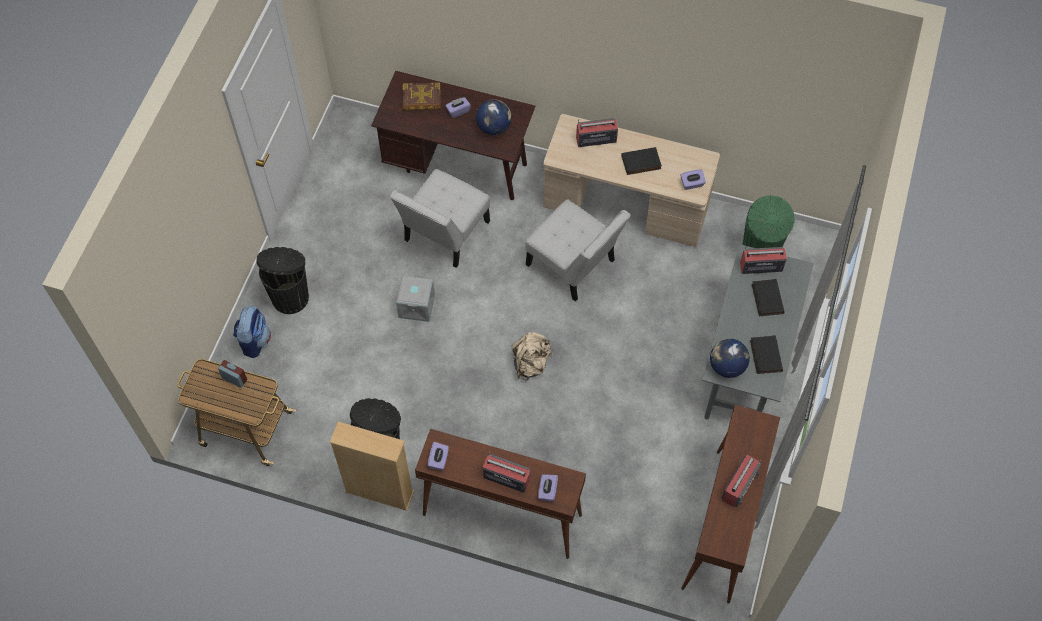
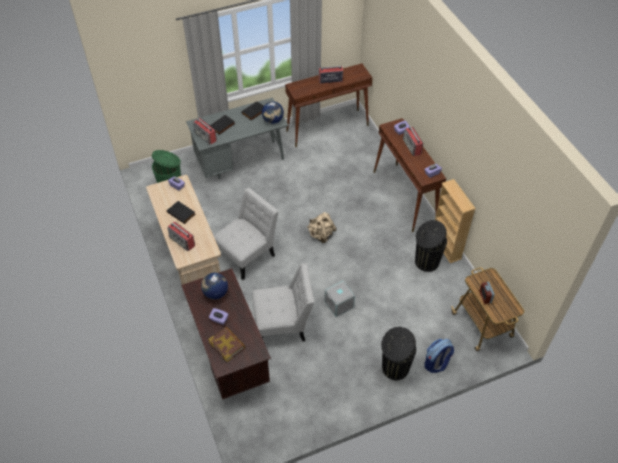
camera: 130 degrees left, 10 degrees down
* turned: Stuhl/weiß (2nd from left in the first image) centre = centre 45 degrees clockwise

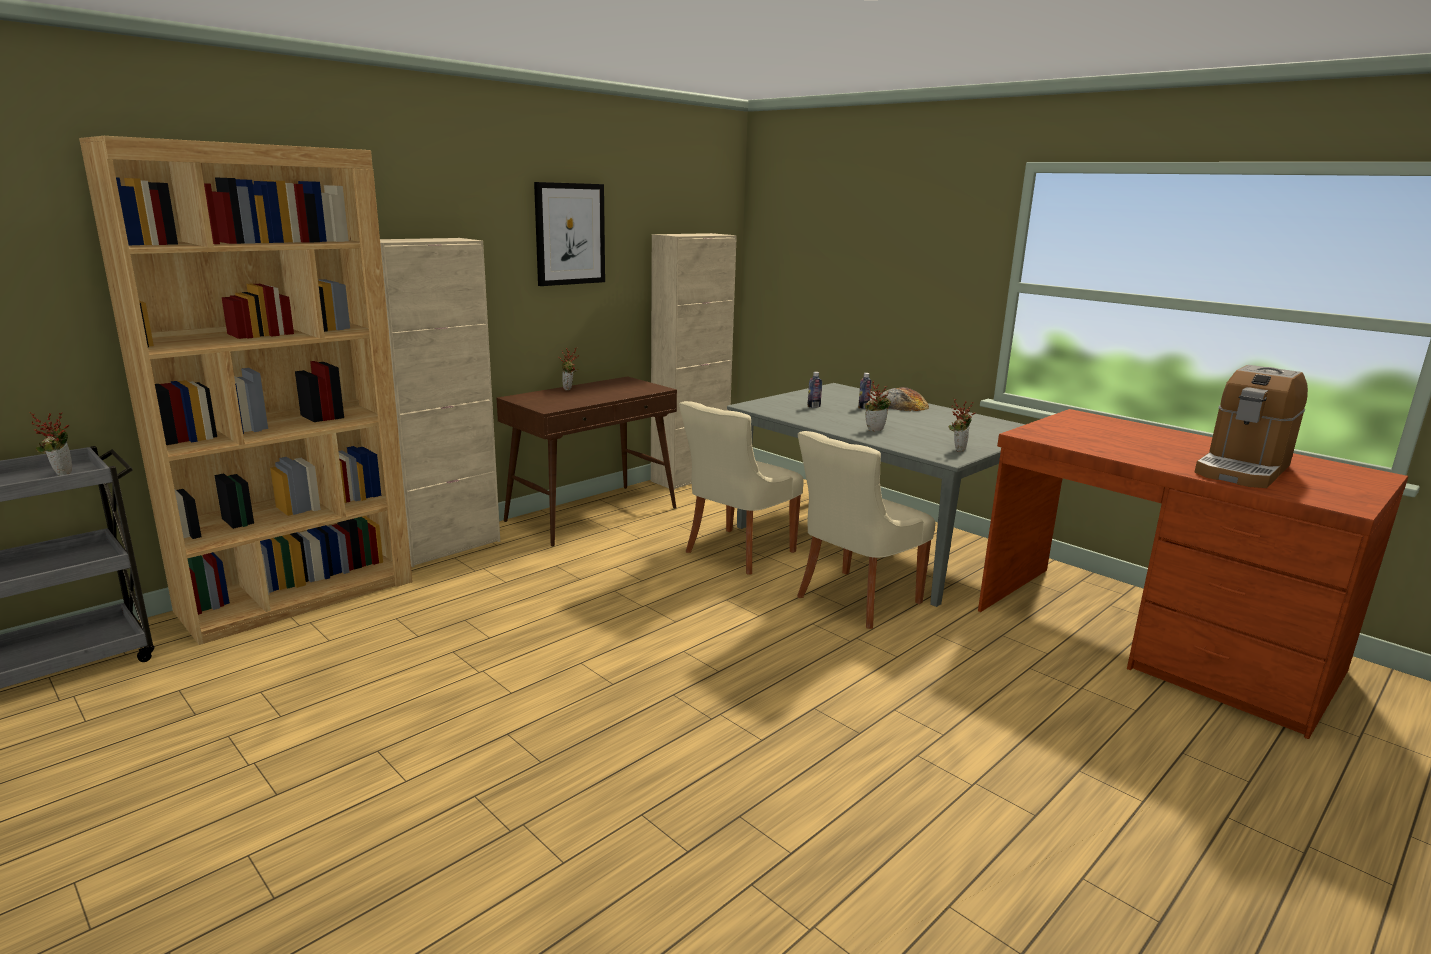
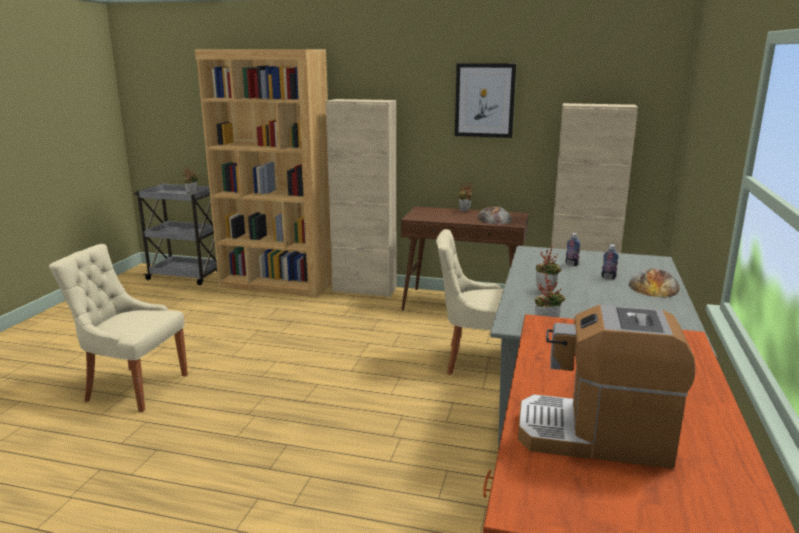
camera: 60 degrees right, 0 degrees up
* moved: Stuhl/beige (2nd from left in the first image) centre to Stuhl/beige (1st from left) middle left
* added: Brot (1st from left) centre

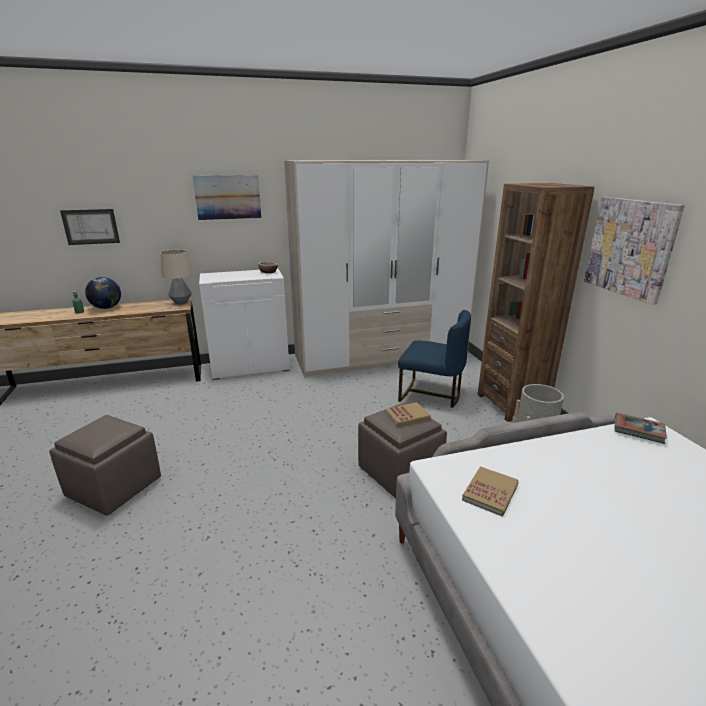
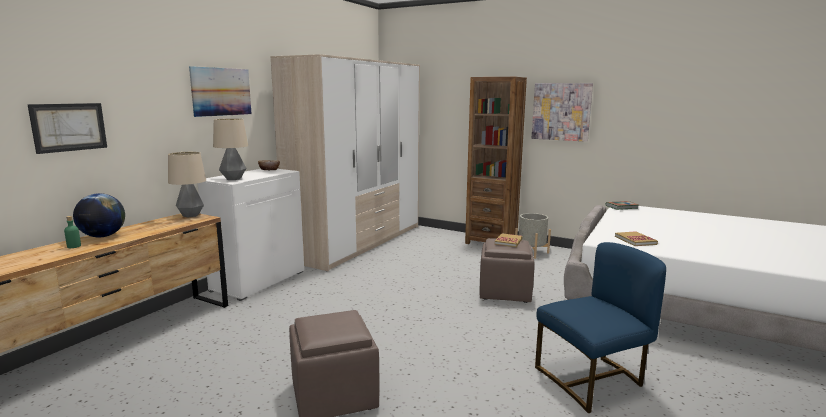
camera: 45 degrees left, 10 degrees down
* added: Tischlampe (2nd from left) middle left
* moved: Stuhl/blau centre to bottom right

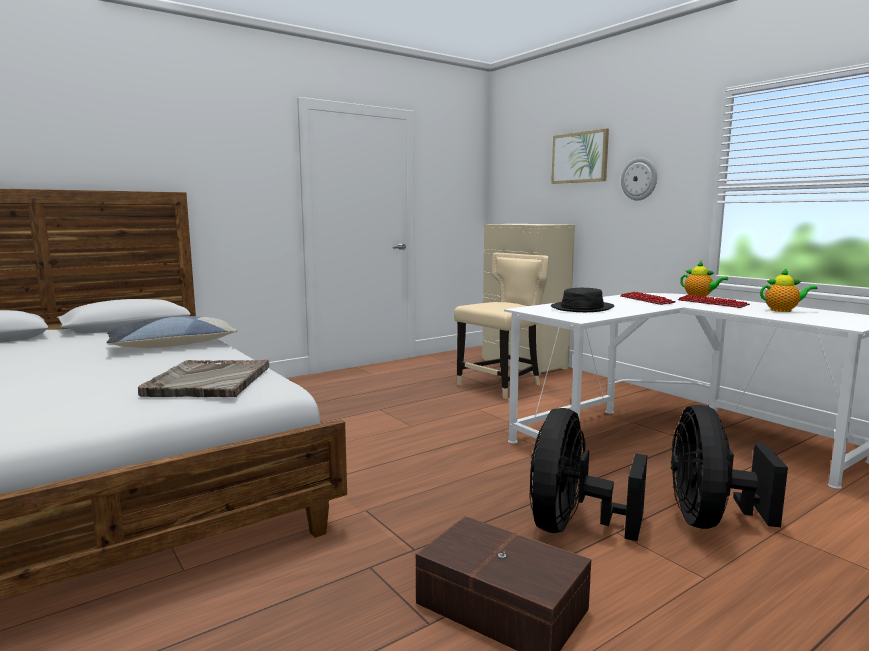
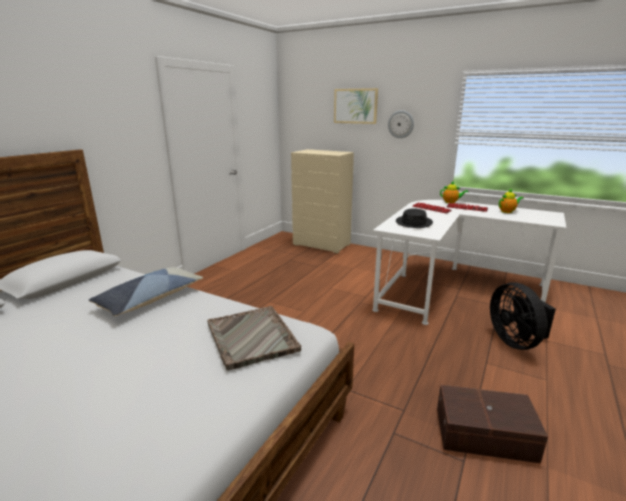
camera: 25 degrees left, 10 degrees up
* removed: Stuhl/beige centre
* removed: Ventilator/schwarz (1st from left) bottom right

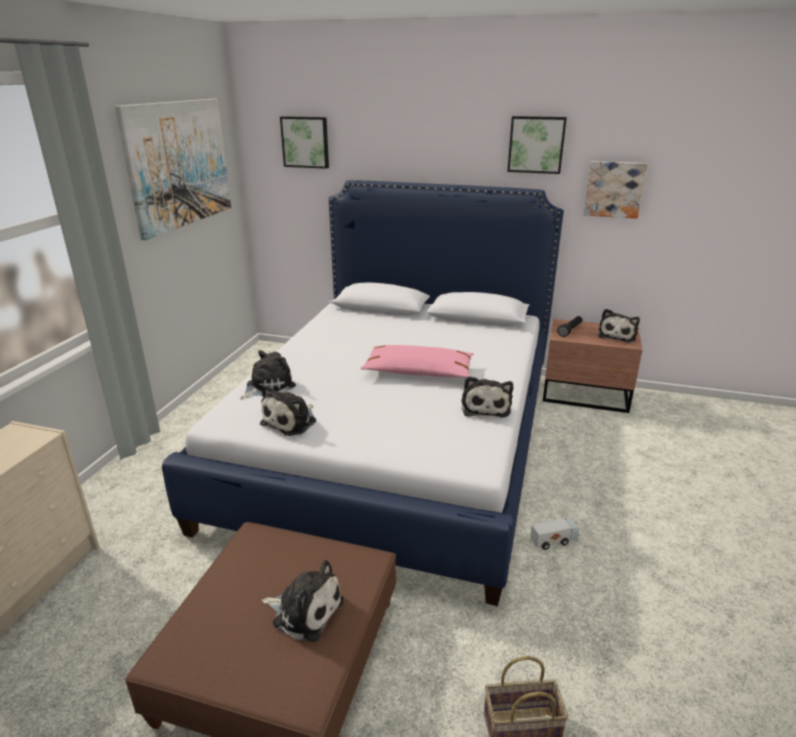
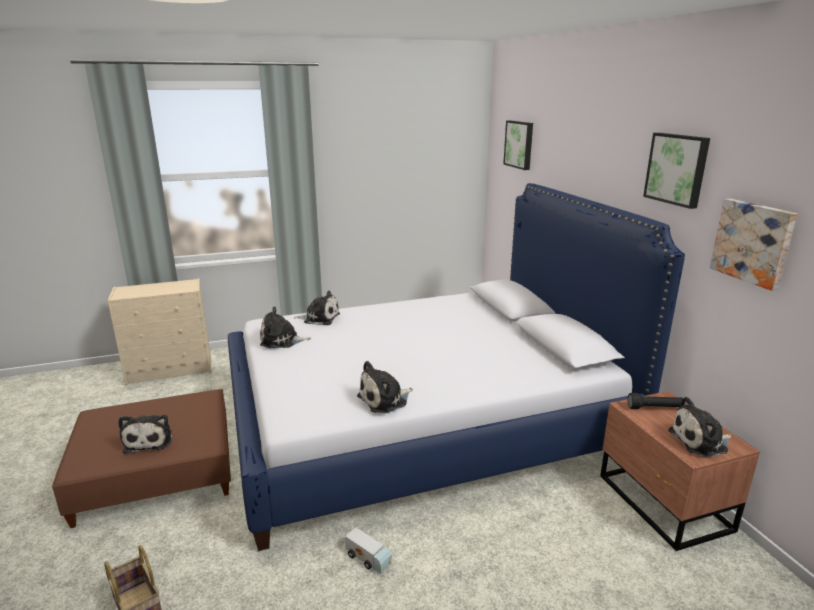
camera: 55 degrees right, 5 degrees down
* removed: Bild (1st from left) top left
* removed: Kissen/rosa centre

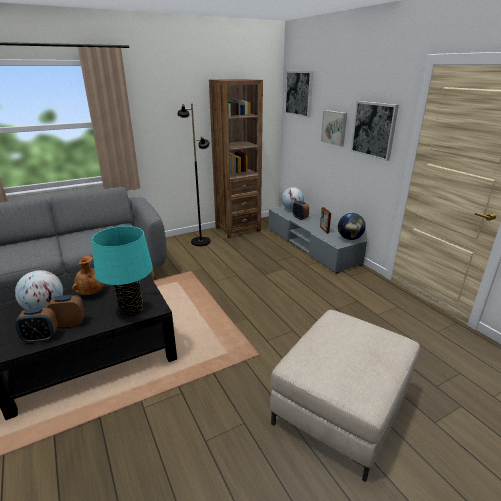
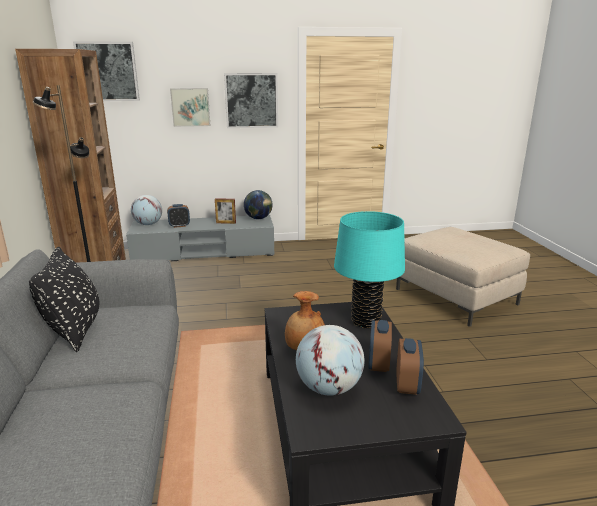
camera: 70 degrees left, 5 degrees down
* added: Kissen/schwarz middle left

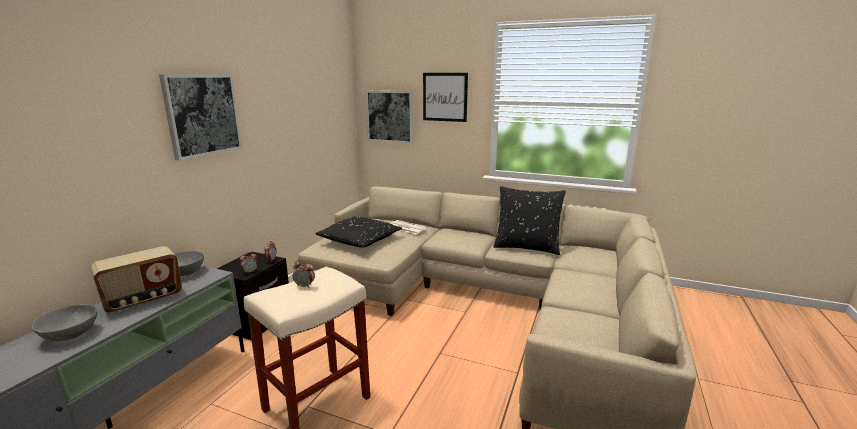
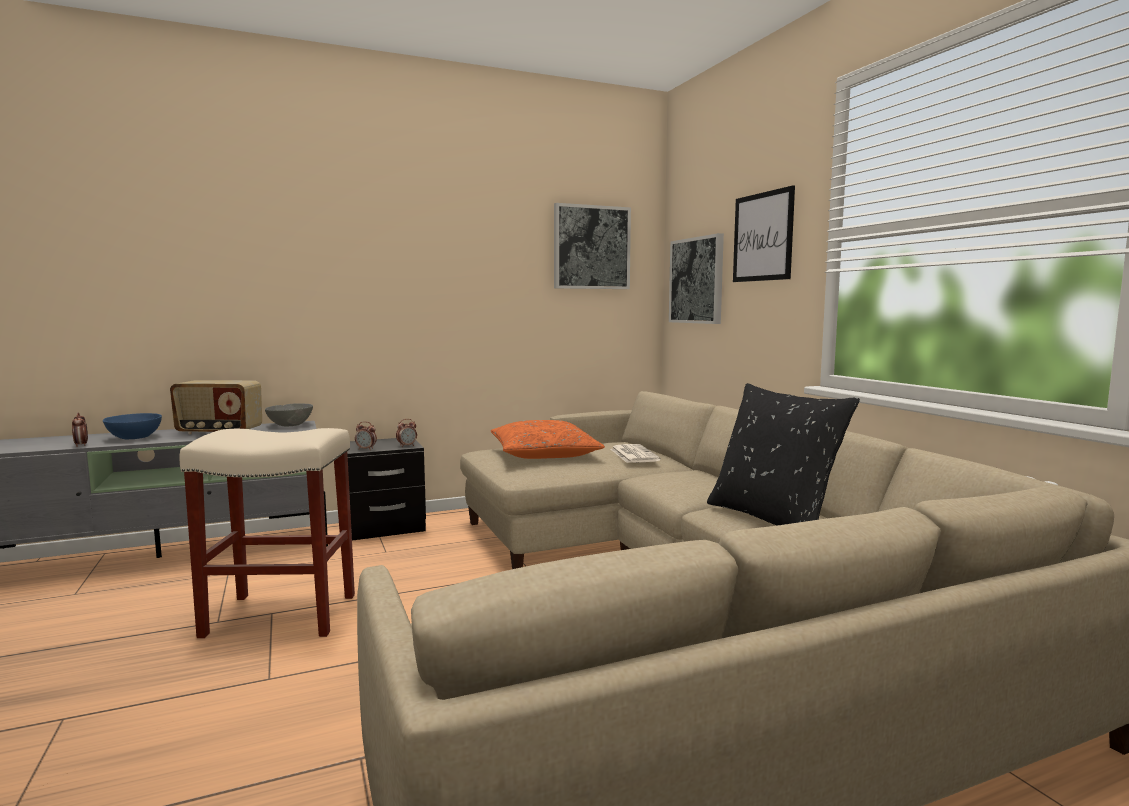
camera: 45 degrees right, 10 degrees down
* moved: Wecker (3rd from left in the first image) centre to Wecker (1st from left) middle left
* recoloured: Schüssel/grau (1st from left) bottom left to Schüssel/blau middle left
* recoloured: Kissen/schwarz (1st from left) centre to Kissen/orange centre
* moved: Bild (1st from left) top left to top centre

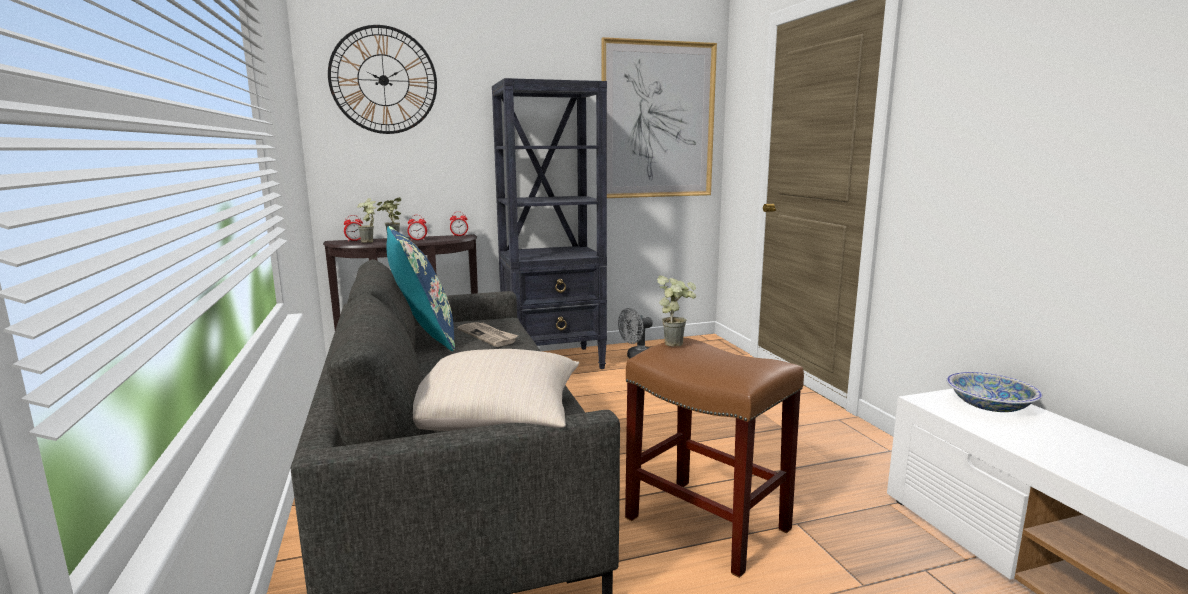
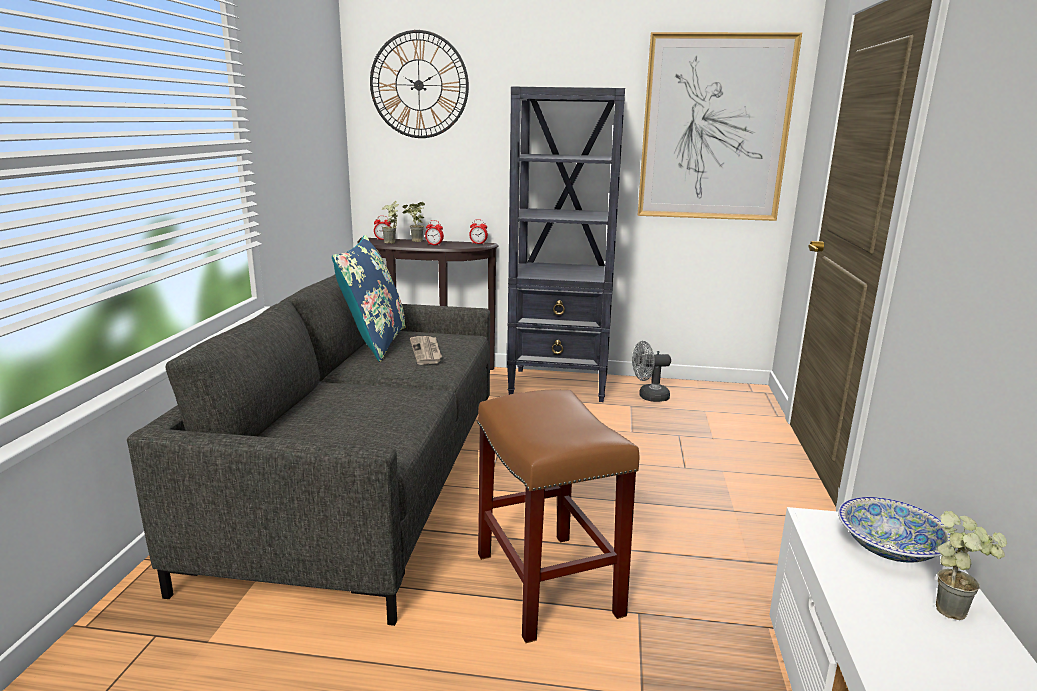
camera: 25 degrees right, 5 degrees up
* moved: Topfpflanze (3rd from left) centre to bottom right
* removed: Kissen/beige centre

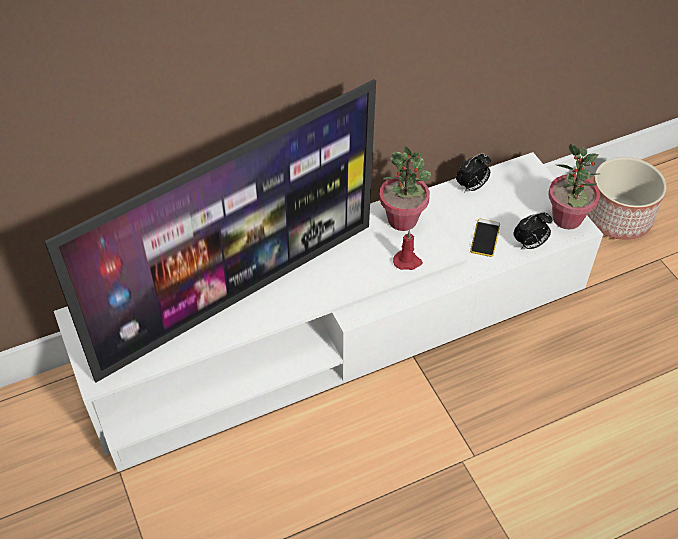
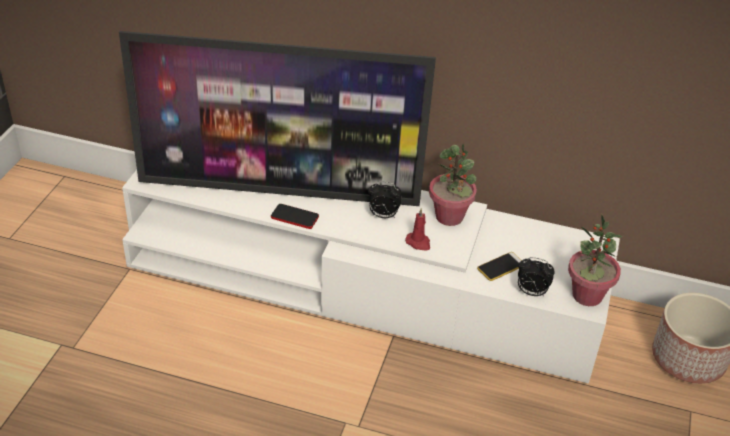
camera: 40 degrees right, 10 degrees down
* added: Handy (1st from left) centre
* moved: Wecker (1st from left) top right to centre

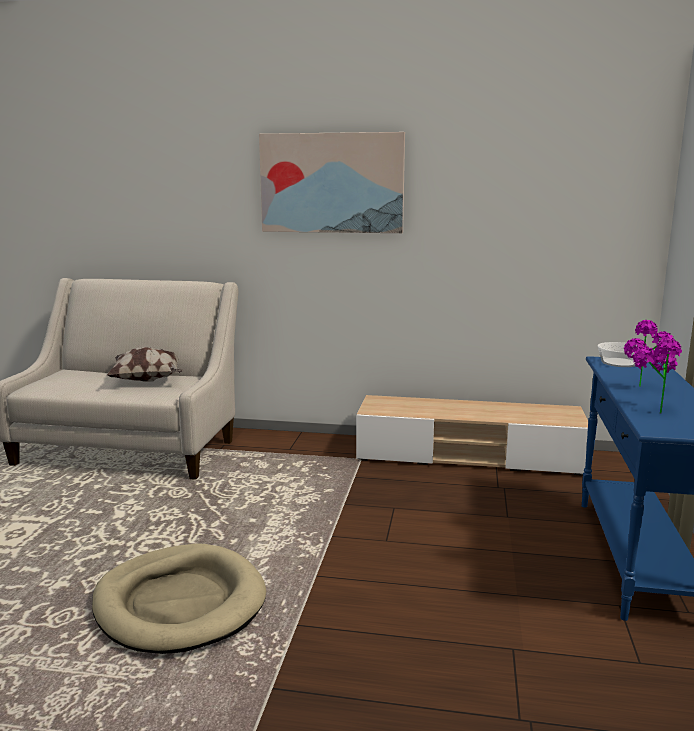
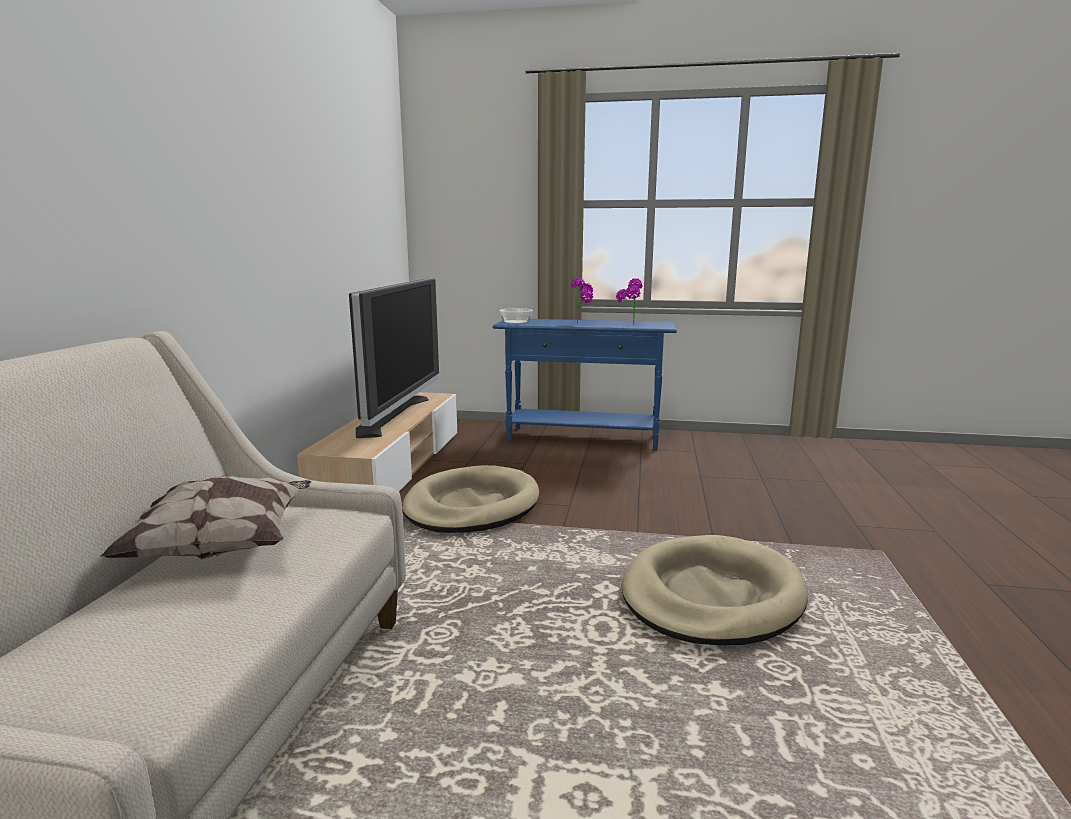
camera: 90 degrees left, 0 degrees up
* added: Fernseher centre
* added: Hundebett/beige (1st from left) centre
* removed: Bild top centre

